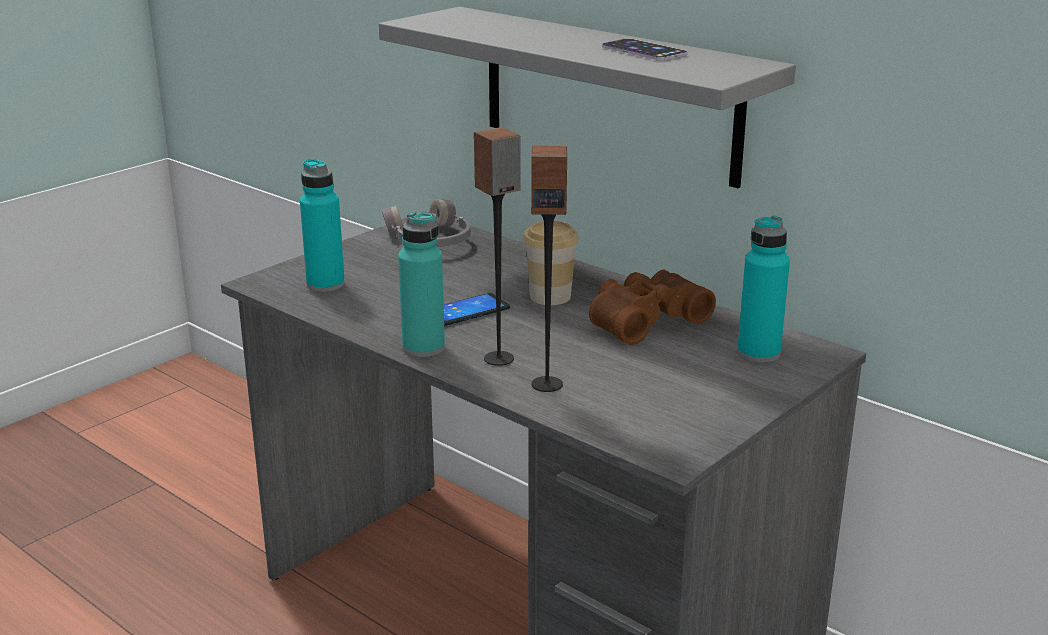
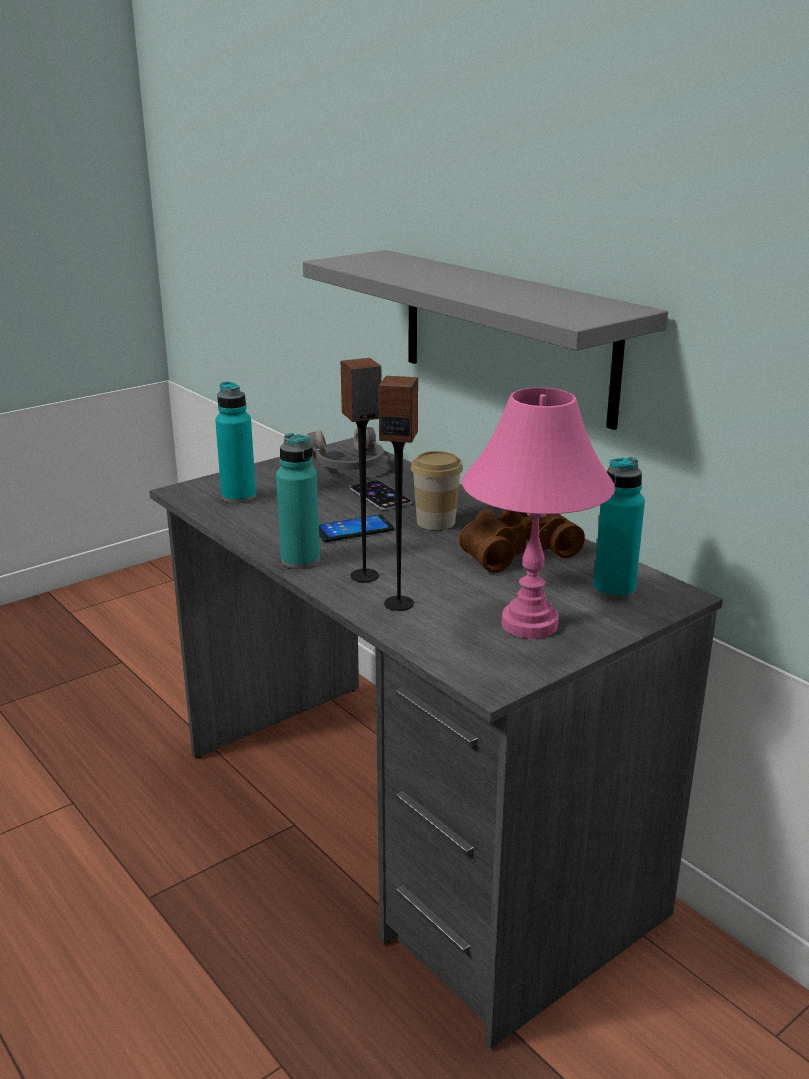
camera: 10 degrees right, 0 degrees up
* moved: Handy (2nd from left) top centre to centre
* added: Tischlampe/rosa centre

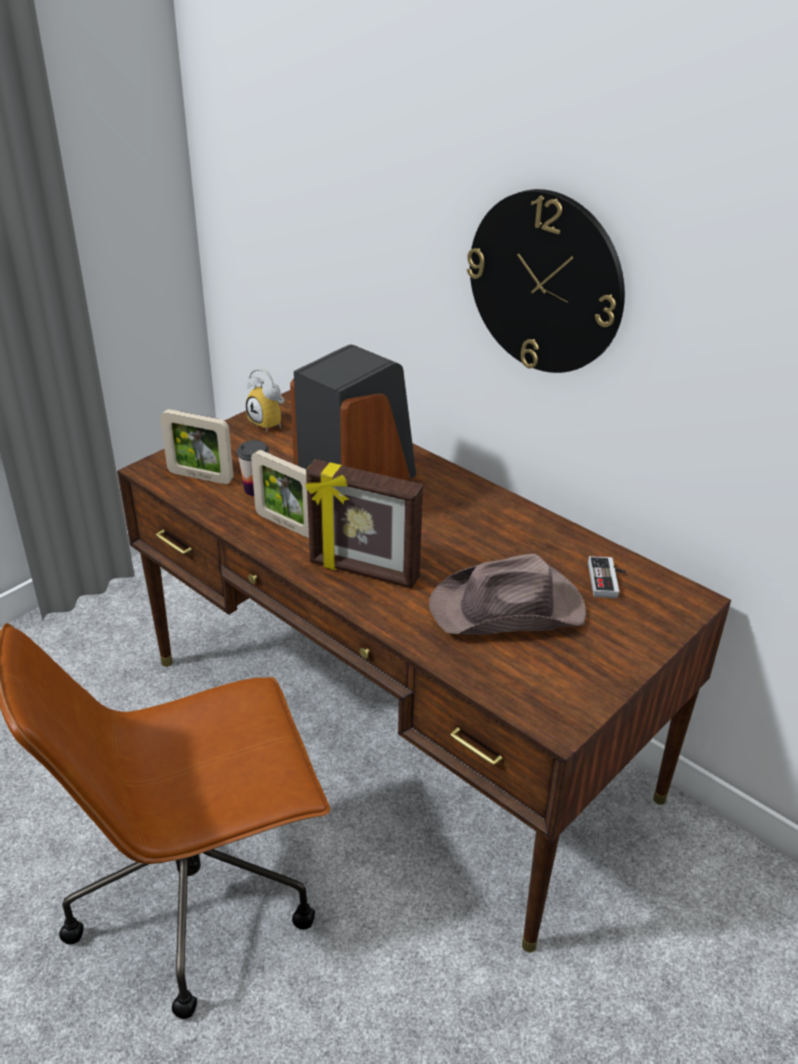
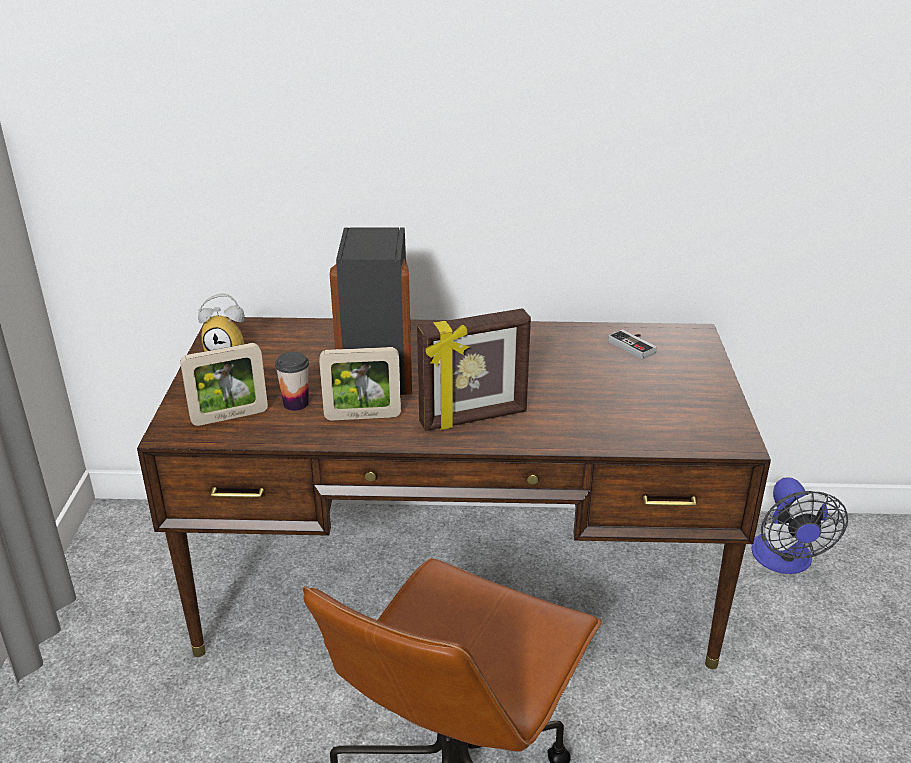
camera: 40 degrees left, 5 degrees down
* added: Ventilator bottom right
* removed: Hut/braun centre
* removed: Wanduhr top right

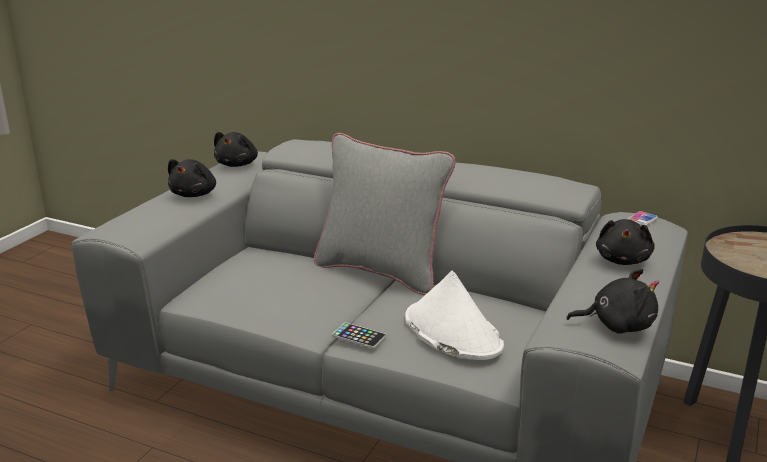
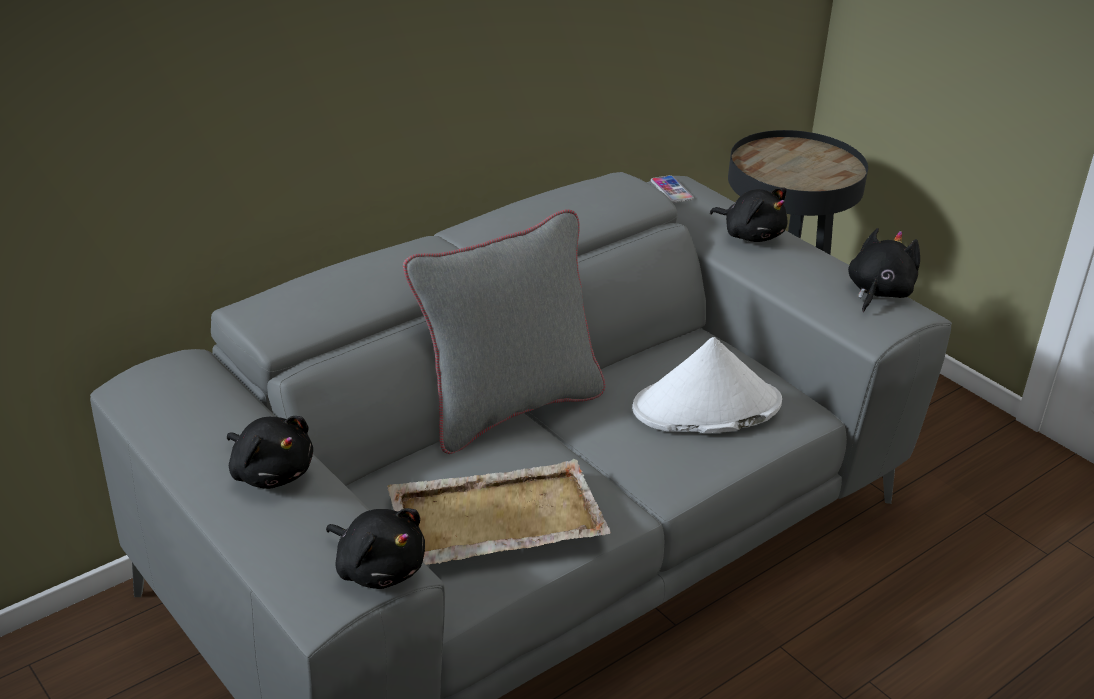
camera: 65 degrees left, 10 degrees up
* moved: Plüschtier/schwarz (2nd from left) top left to bottom centre
* added: Tablett/beige bottom centre
* removed: Handy (1st from left) bottom centre

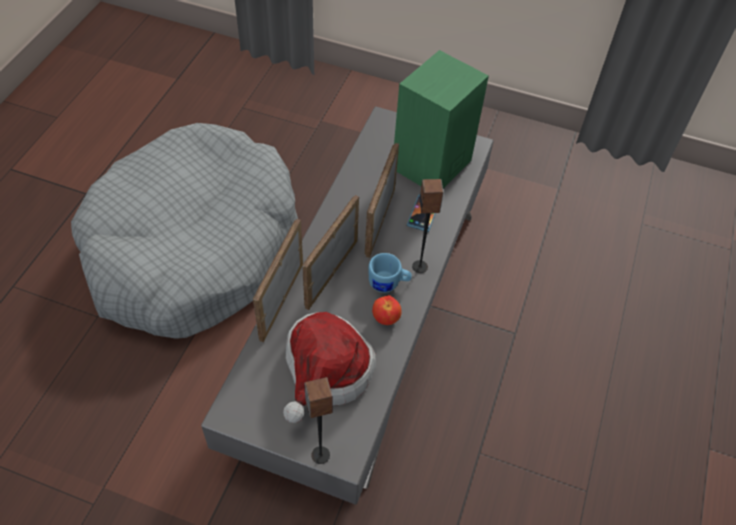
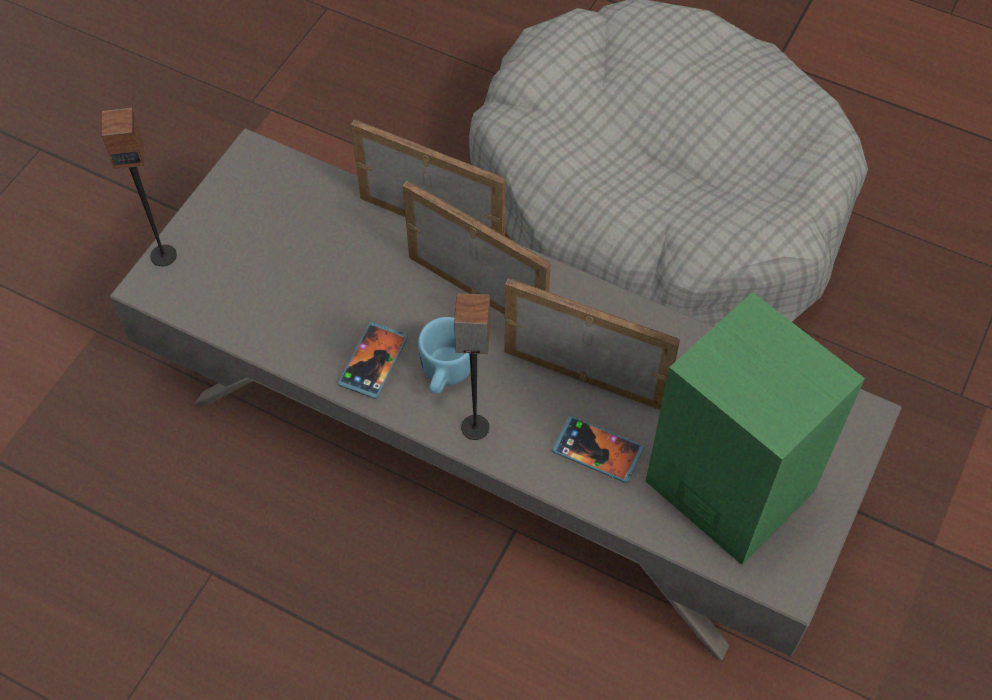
camera: 100 degrees right, 5 degrees up
* replaced: Apfel centre to Handy (1st from left) centre
* removed: Hut bottom centre

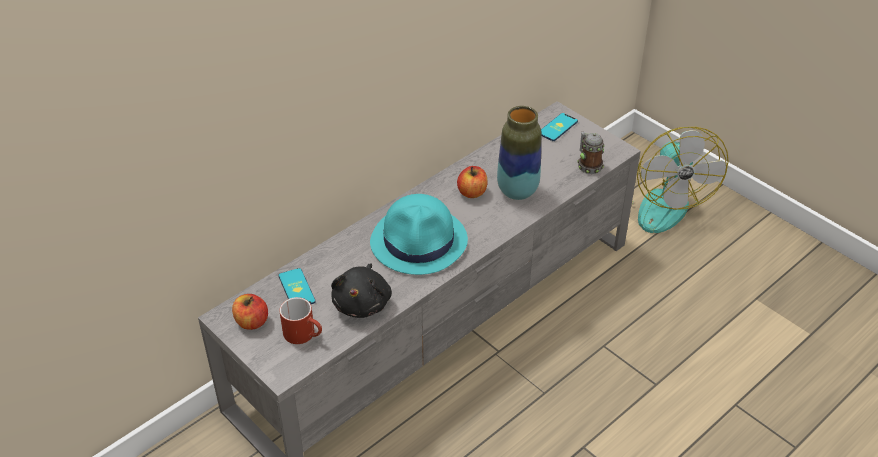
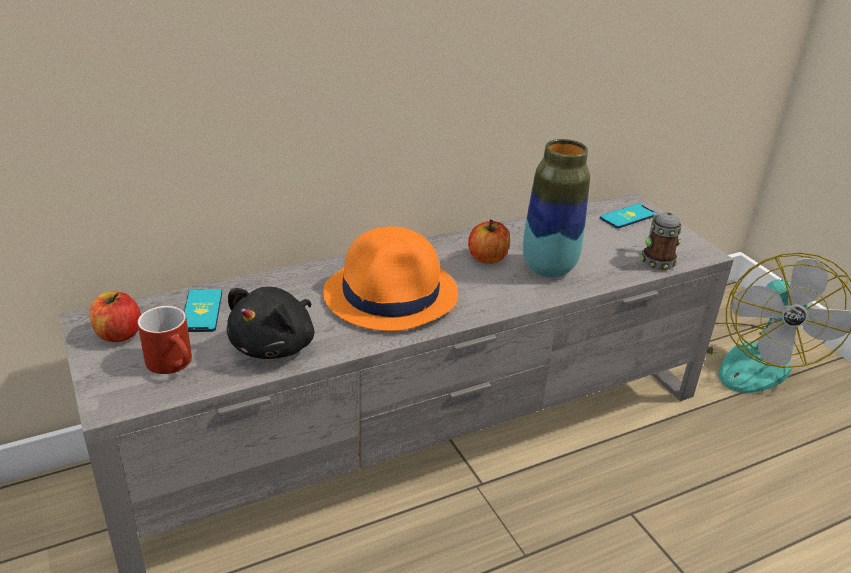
camera: 15 degrees right, 10 degrees down
* recoloured: Hut/türkis centre to Hut/orange centre

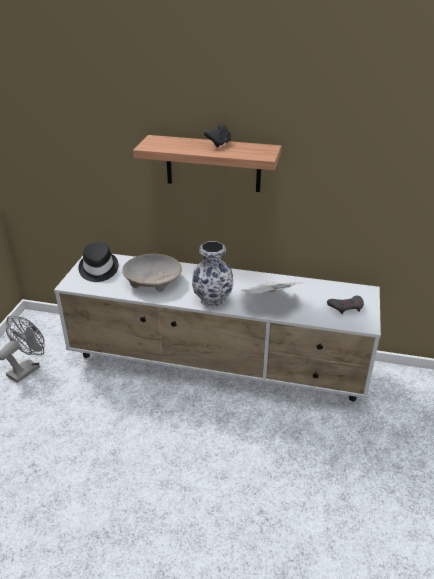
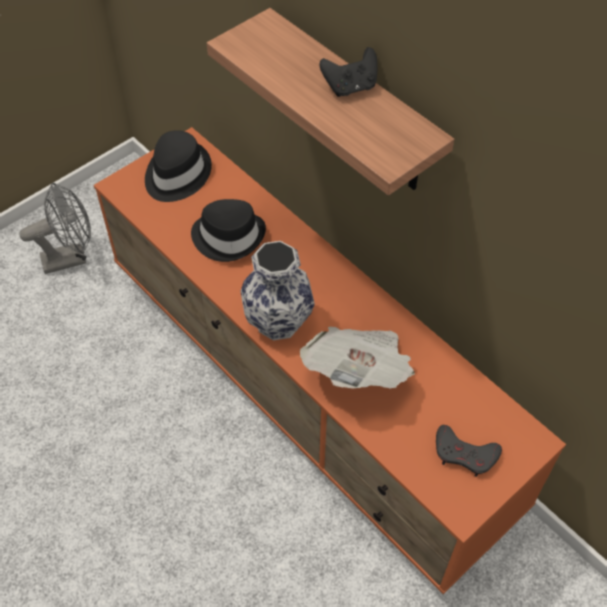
camera: 35 degrees right, 20 degrees up
* recoloured: Fernsehschrank/weiß centre to Fernsehschrank/orange centre
* replaced: Schüssel/beige centre to Hut/schwarz (2nd from left) centre

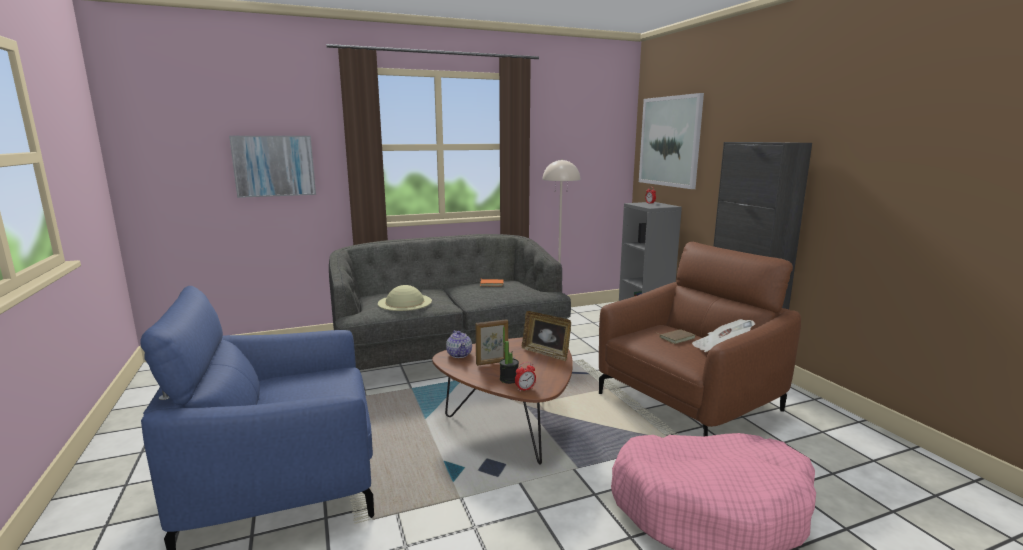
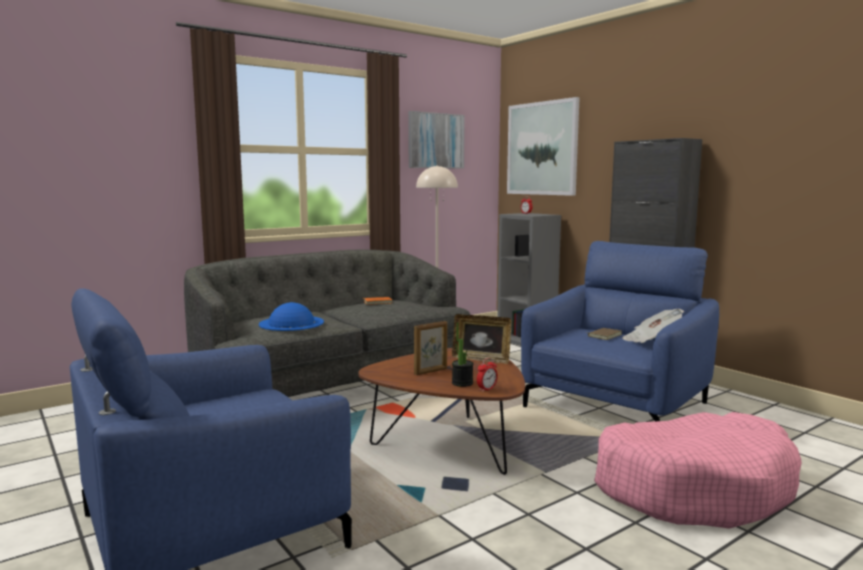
camera: 15 degrees left, 5 degrees down
* recoloured: Hut/beige centre to Hut/blau centre
* moved: Bild (1st from left) top left to top centre
* recoloured: Sessel/braun middle right to Sessel/blau (2nd from left) middle right
* removed: Teekanne centre

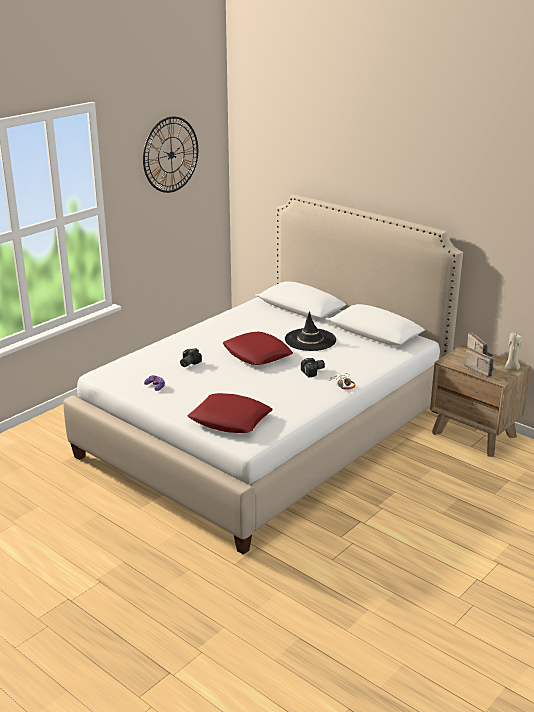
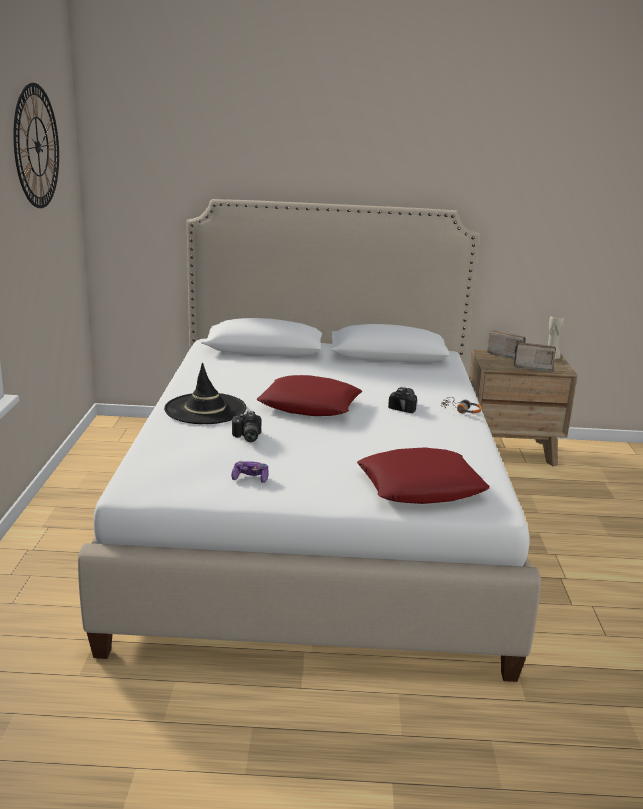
camera: 40 degrees left, 5 degrees down
* moved: Hut/schwarz centre to middle left

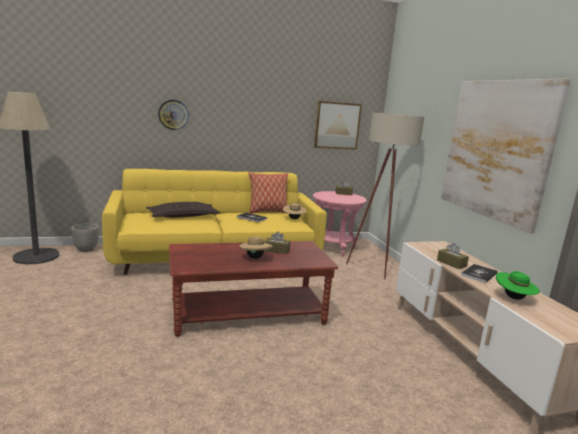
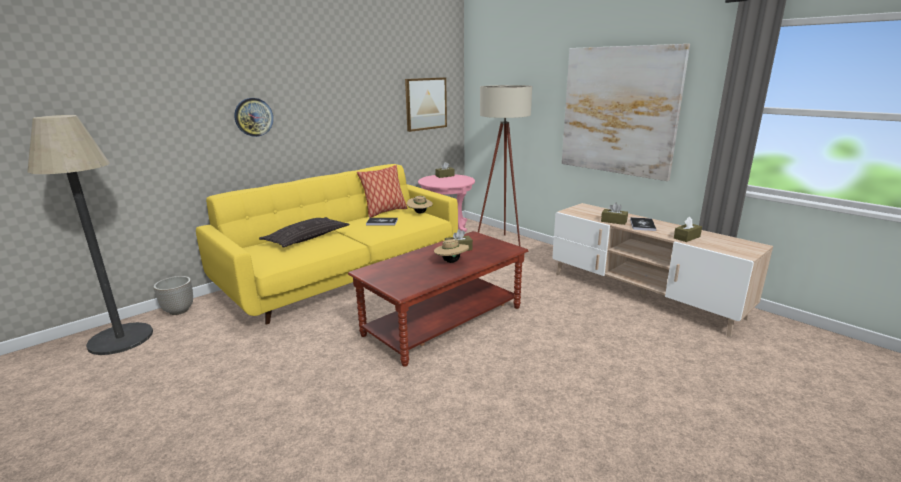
camera: 25 degrees left, 5 degrees up
* replaced: Hut/grün middle right to Taschentuchbox/braun (4th from left) middle right

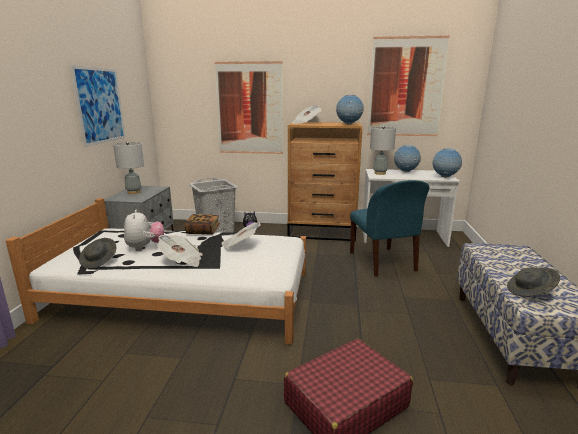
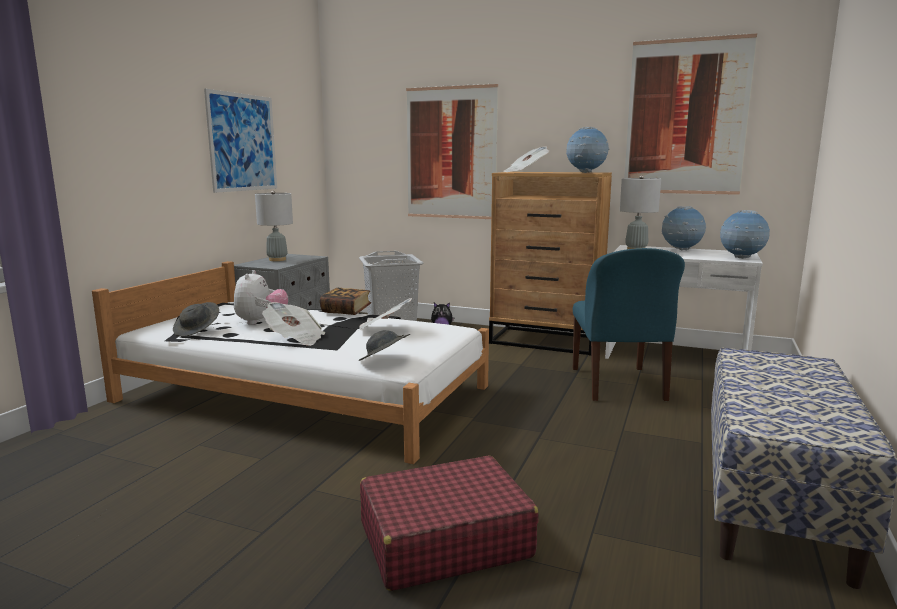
camera: 15 degrees right, 5 degrees down
* moved: Hut/grau (2nd from left) middle right to centre

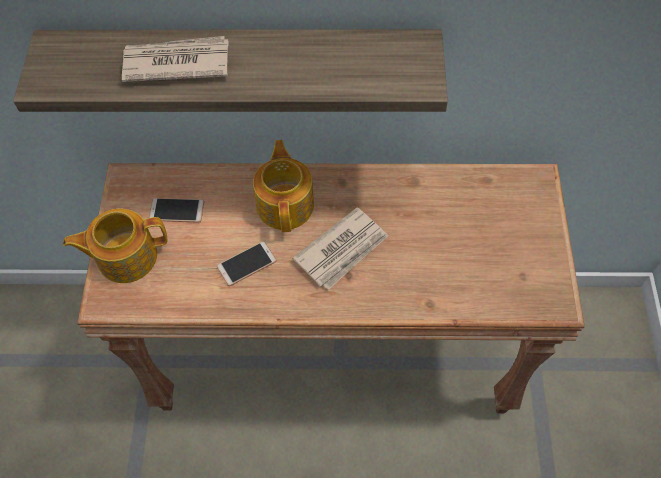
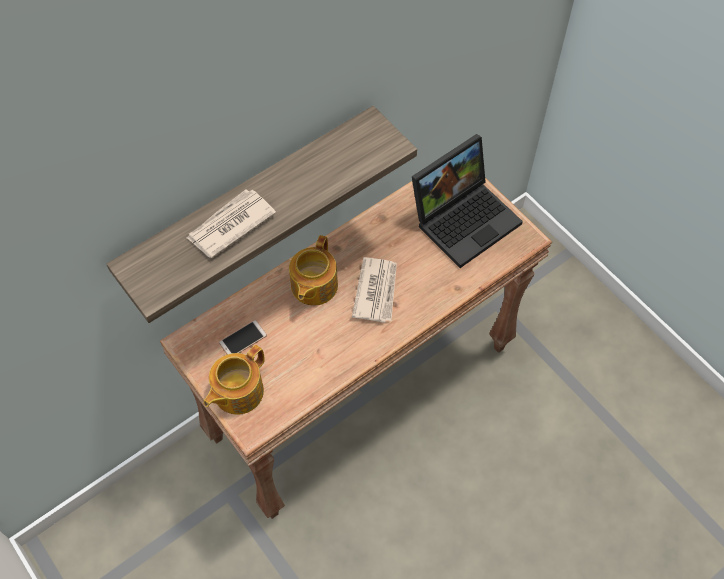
camera: 40 degrees left, 0 degrees up
* turned: Teekanne (2nd from left) centre = centre 120 degrees counterclockwise
* added: Laptop centre
* removed: Handy (2nd from left) centre

